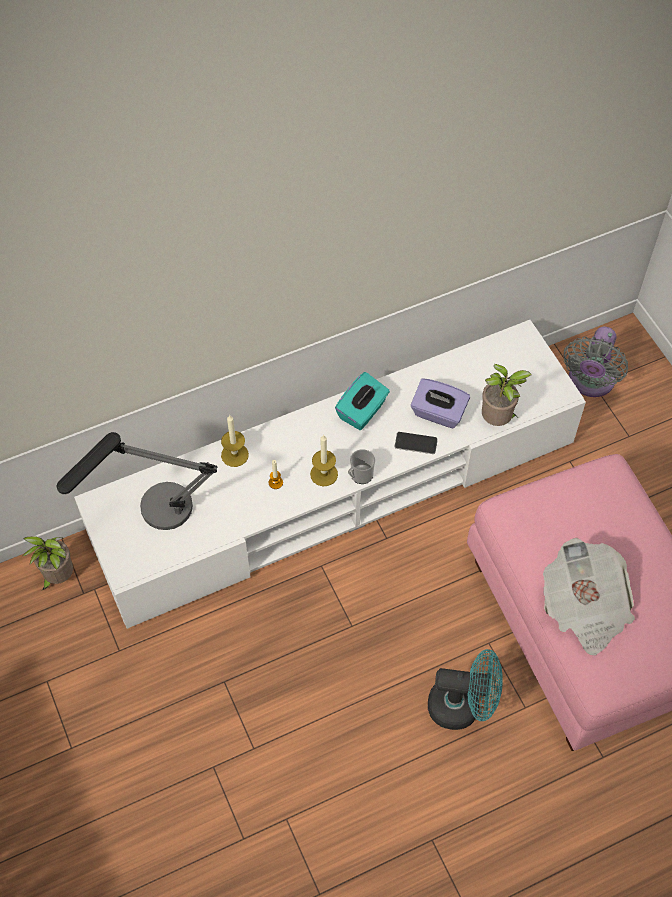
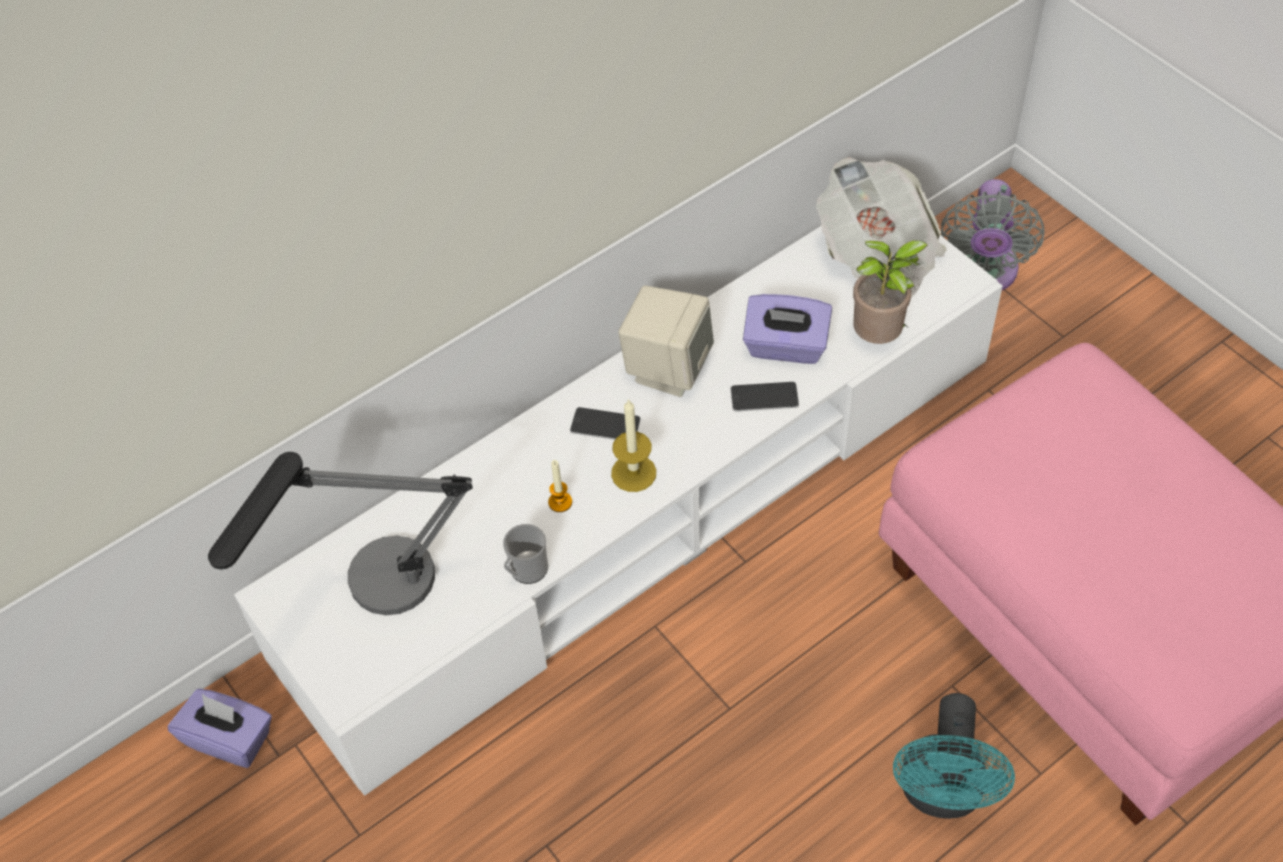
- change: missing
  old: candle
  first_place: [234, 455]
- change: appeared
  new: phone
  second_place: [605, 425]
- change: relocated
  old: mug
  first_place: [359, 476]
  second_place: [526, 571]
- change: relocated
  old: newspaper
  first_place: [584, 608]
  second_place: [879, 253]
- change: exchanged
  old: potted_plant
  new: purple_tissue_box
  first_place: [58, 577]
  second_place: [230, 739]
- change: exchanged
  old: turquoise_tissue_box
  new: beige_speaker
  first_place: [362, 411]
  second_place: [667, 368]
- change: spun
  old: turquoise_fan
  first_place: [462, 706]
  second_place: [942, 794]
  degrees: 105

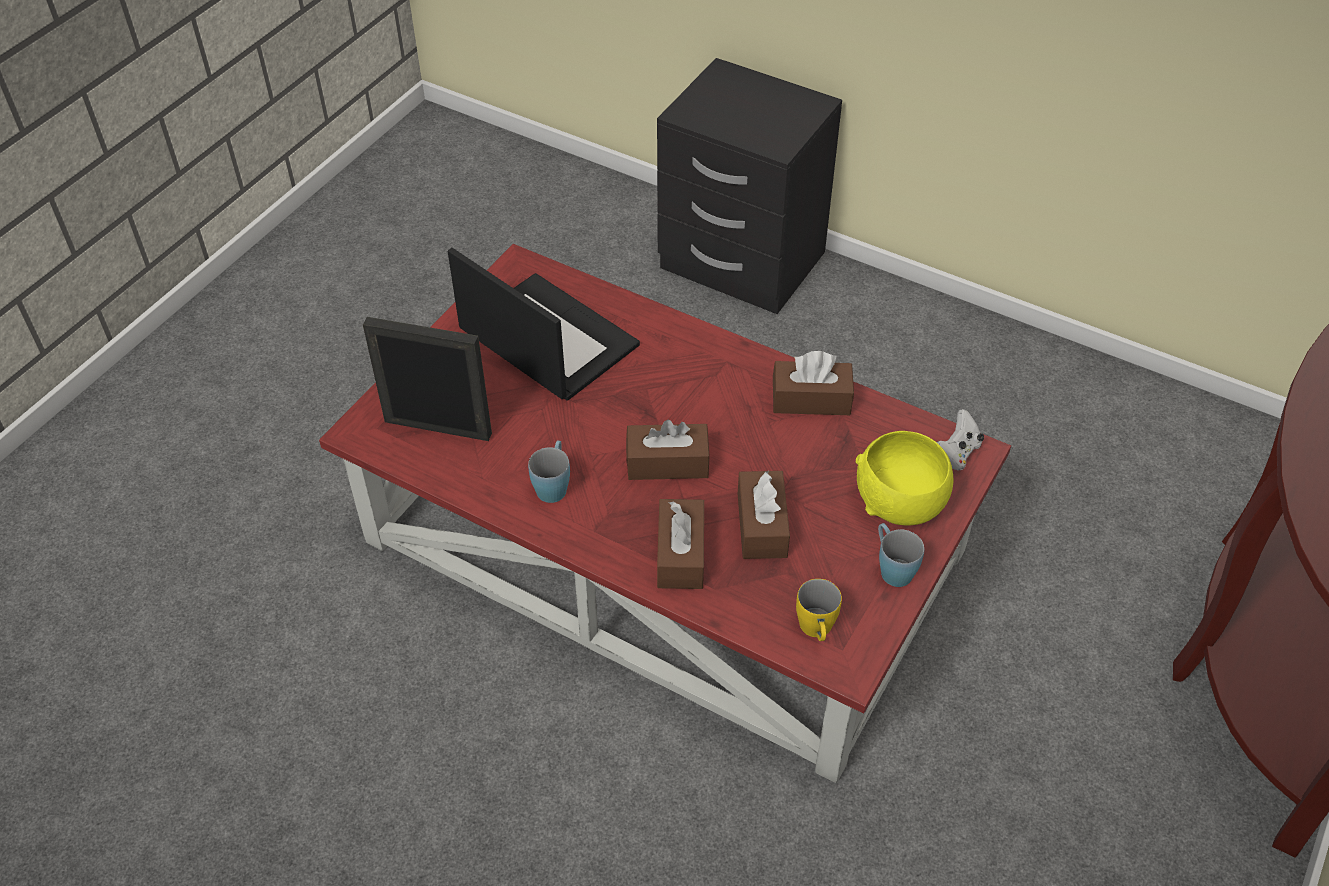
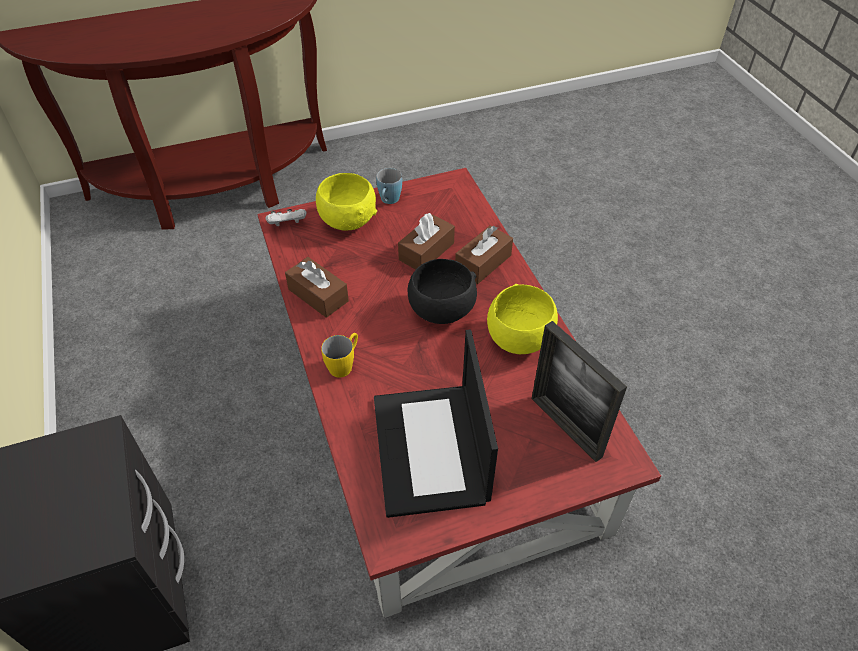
- change: relocated
  old: yellow_mug
  first_place: [816, 631]
  second_place: [344, 364]
- change: exchanged
  old: blue_mug
  new: yellow_bowl
  first_place: [553, 484]
  second_place: [519, 340]
- change: exchanged
  old: brown_tissue_box
  new: black_bowl
  first_place: [667, 463]
  second_place: [440, 311]

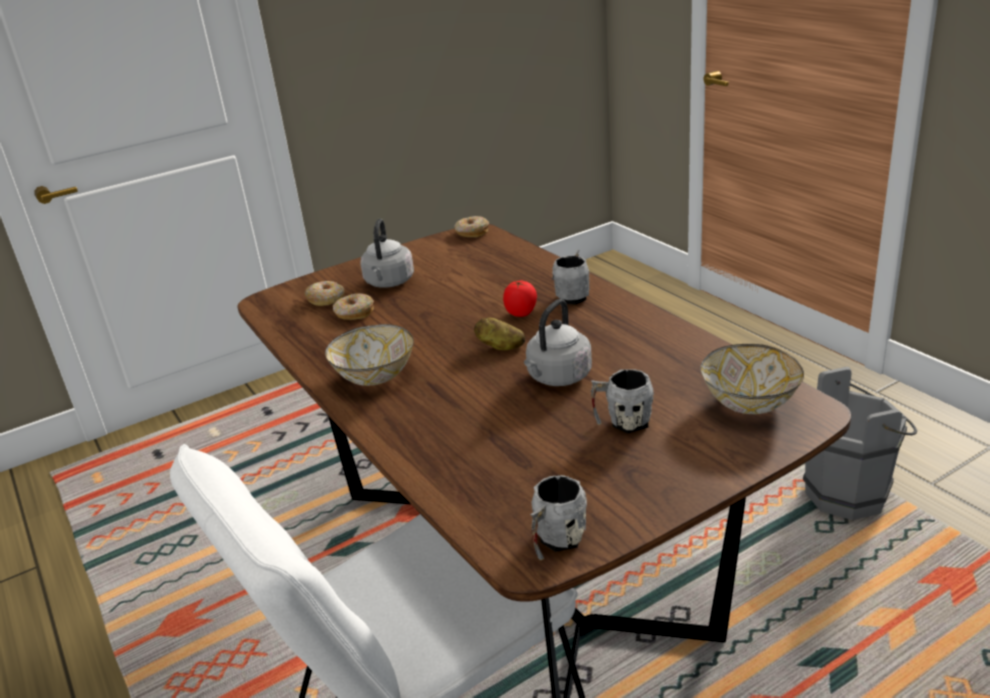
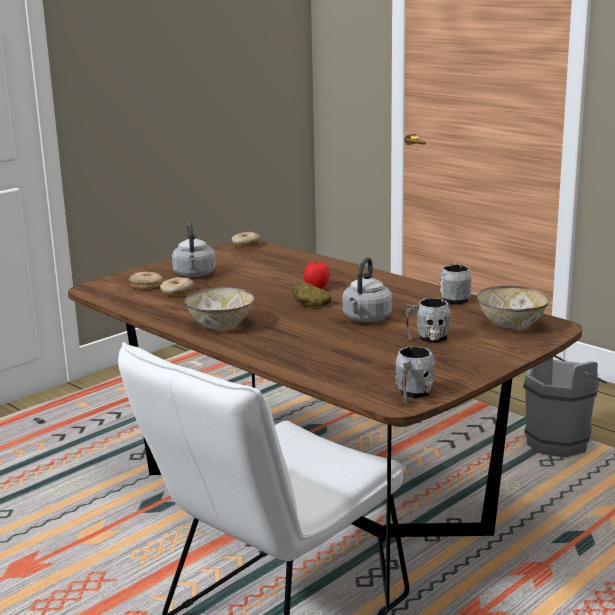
- change: relocated
  old: grey_mug
  first_place: [573, 295]
  second_place: [455, 299]

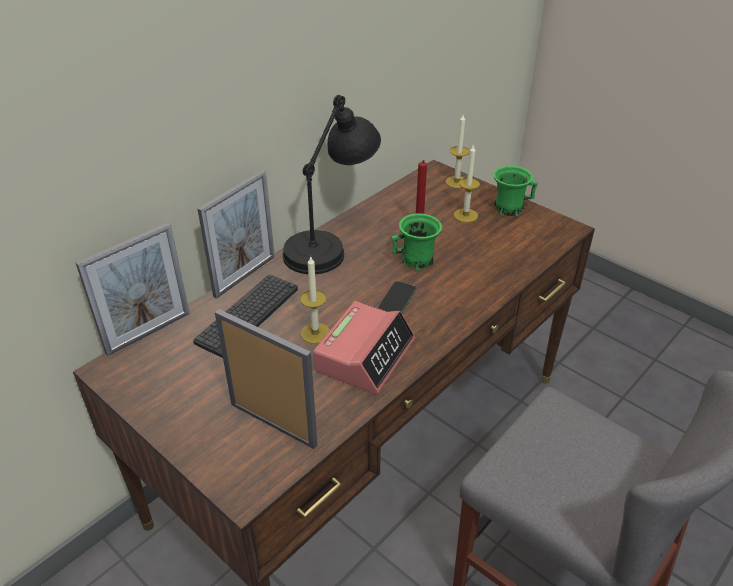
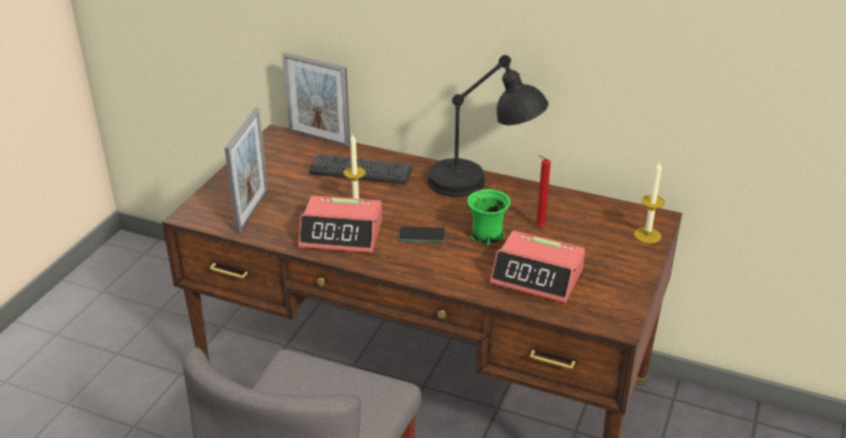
- change: missing
  old: picture_frame
  first_place: [245, 276]
- change: missing
  old: candle
  first_place: [465, 215]
- change: missing
  old: green_mug
  first_place: [508, 208]
- change: appeared
  new: alarm_clock
  second_place: [537, 276]

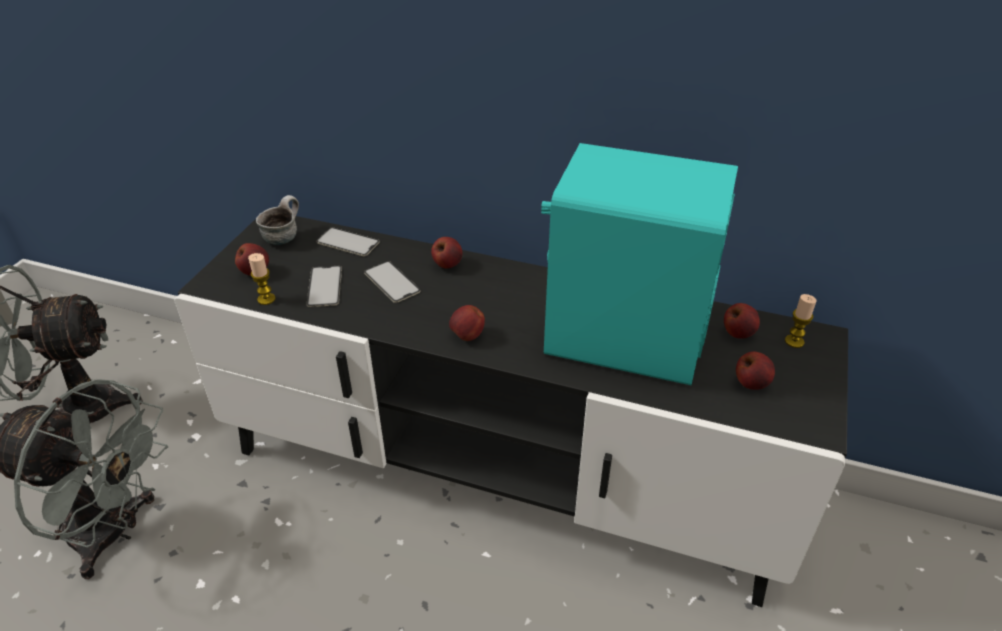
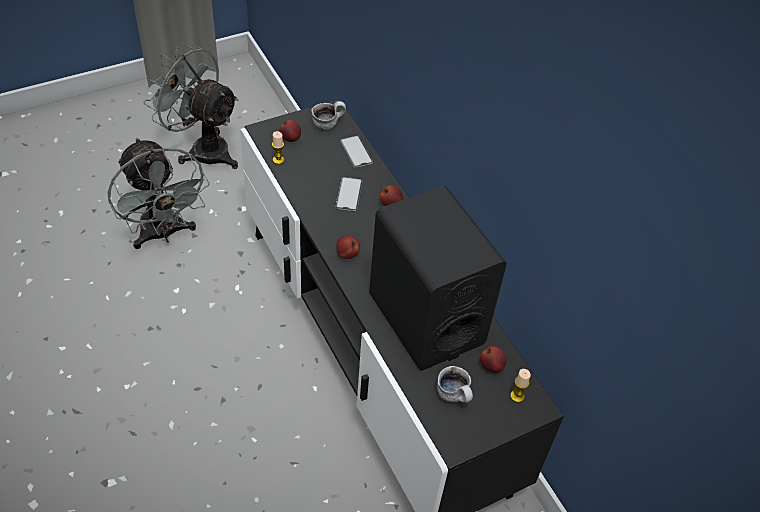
- change: missing
  old: phone
  first_place: [325, 286]
- change: exchanged
  old: apple
  new: mug
  first_place: [751, 383]
  second_place: [455, 396]
- change: colour
  old: turquoise_speaker
  new: black_speaker
  first_place: [624, 337]
  second_place: [425, 318]

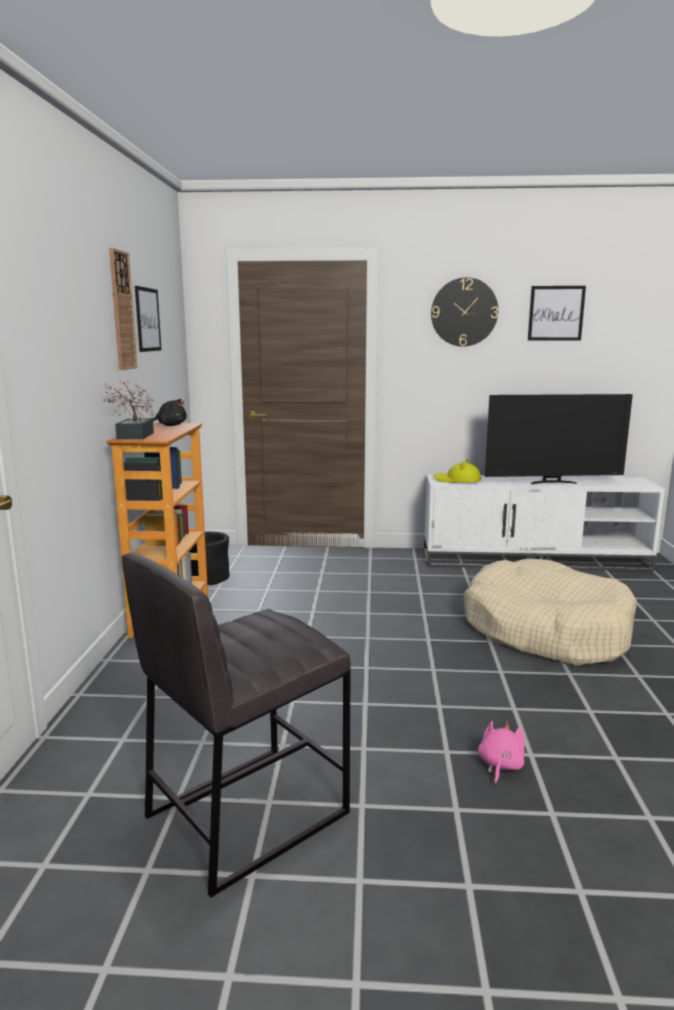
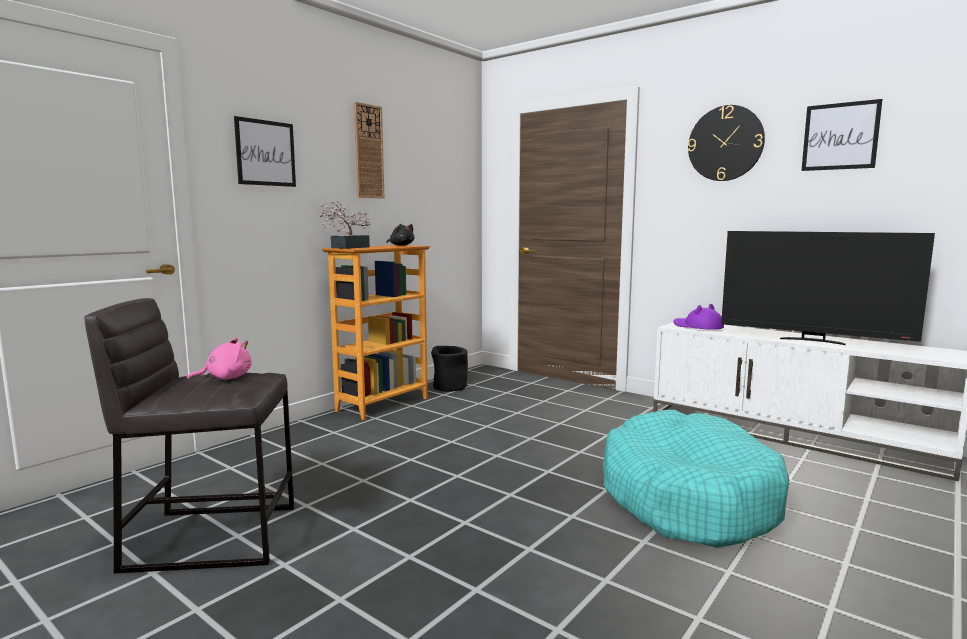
- change: relocated
  old: picture
  first_place: [147, 319]
  second_place: [265, 153]
- change: relocated
  old: pink_plush_toy
  first_place: [500, 765]
  second_place: [226, 378]
- change: colour
  old: yellow_hat
  new: purple_hat
  first_place: [457, 480]
  second_place: [697, 327]
- change: colour
  old: beige_dog_bed
  new: turquoise_dog_bed
  first_place: [545, 630]
  second_place: [686, 497]

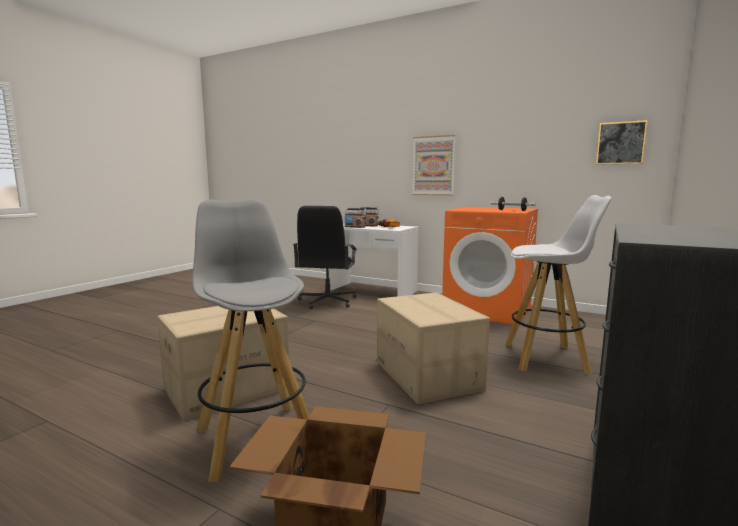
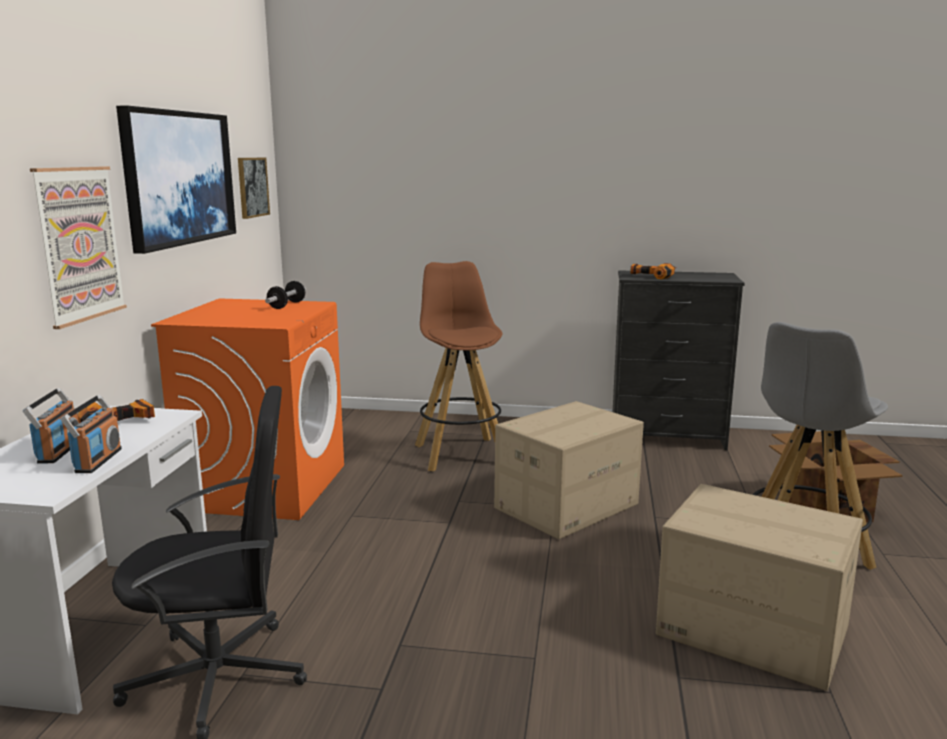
- change: appeared
  new: picture
  second_place: [179, 178]
- change: appeared
  new: power_drill
  second_place: [653, 276]
- change: colour
  old: white_stool
  new: brown_stool
  first_place: [546, 358]
  second_place: [460, 454]

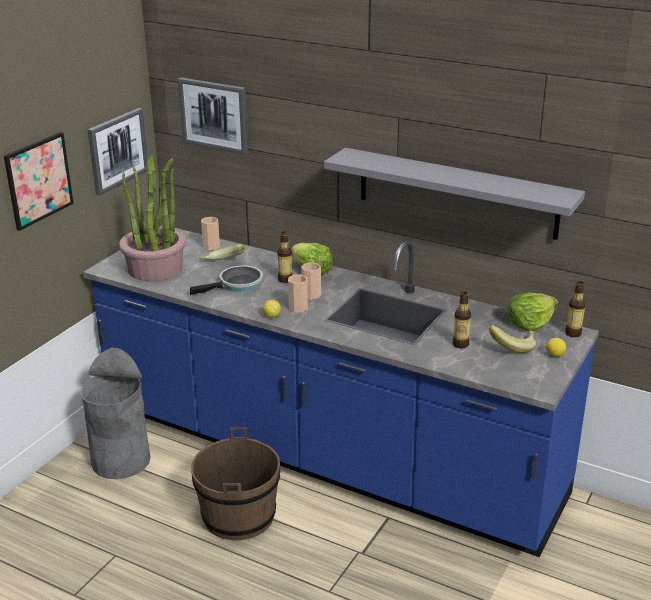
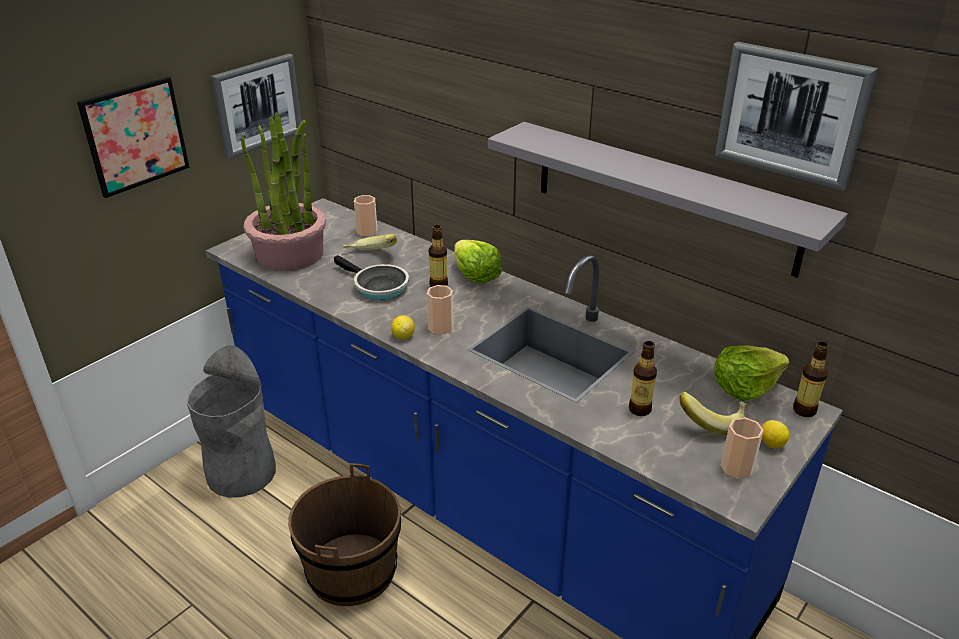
- change: relocated
  old: picture
  first_place: [214, 115]
  second_place: [791, 114]
- change: relocated
  old: cup
  first_place: [311, 295]
  second_place: [736, 468]
- change: spun
  old: frying_pan
  first_place: [237, 285]
  second_place: [377, 287]
  degrees: 60

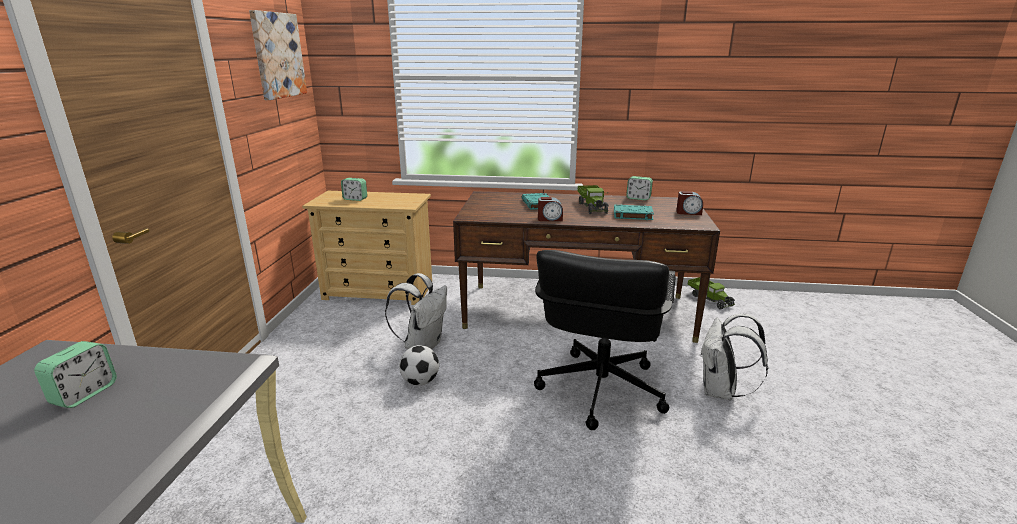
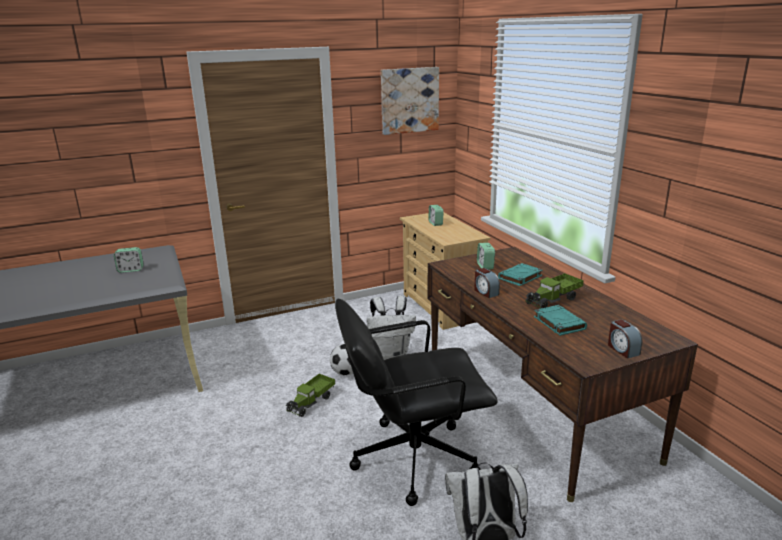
- change: relocated
  old: alarm_clock
  first_place: [638, 198]
  second_place: [485, 266]
- change: relocated
  old: toy_truck
  first_place: [709, 299]
  second_place: [311, 402]

